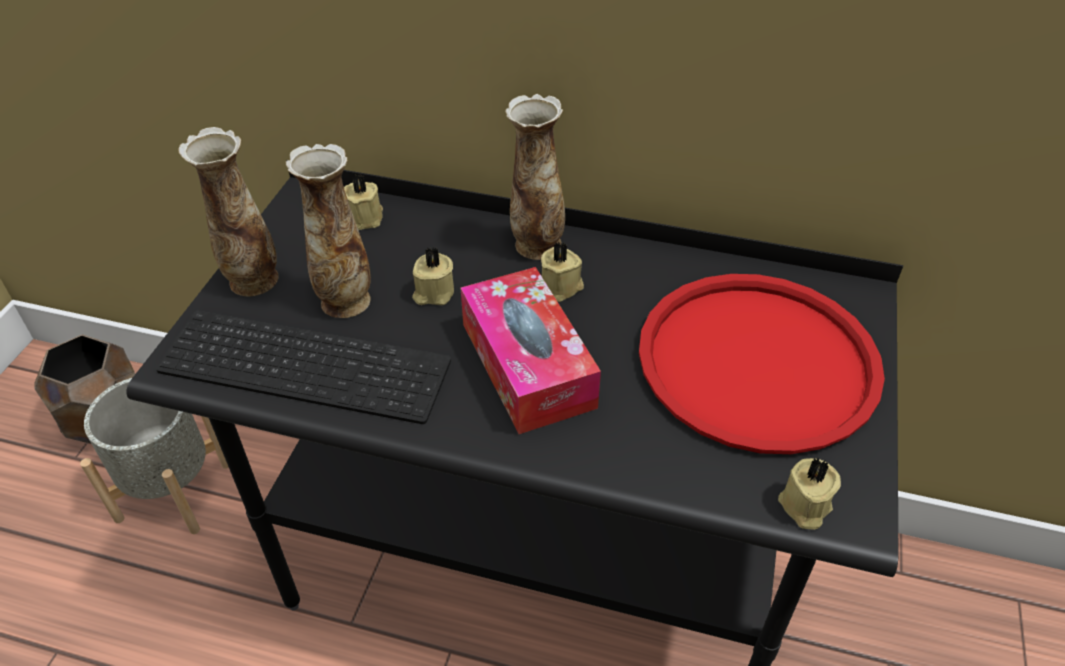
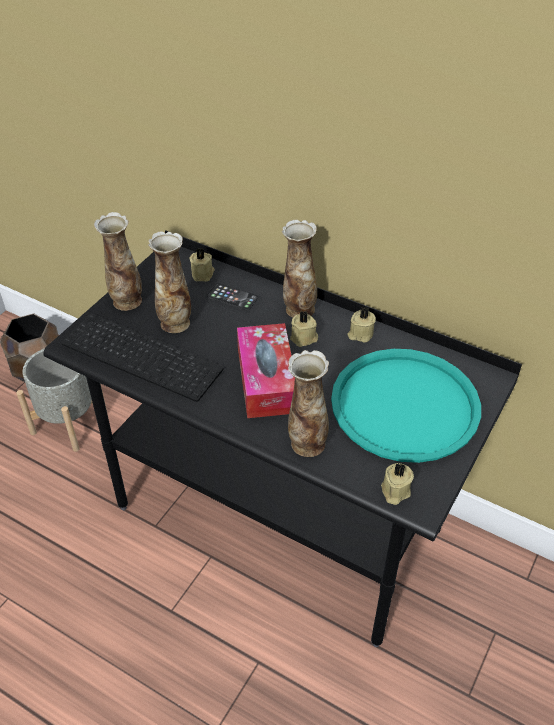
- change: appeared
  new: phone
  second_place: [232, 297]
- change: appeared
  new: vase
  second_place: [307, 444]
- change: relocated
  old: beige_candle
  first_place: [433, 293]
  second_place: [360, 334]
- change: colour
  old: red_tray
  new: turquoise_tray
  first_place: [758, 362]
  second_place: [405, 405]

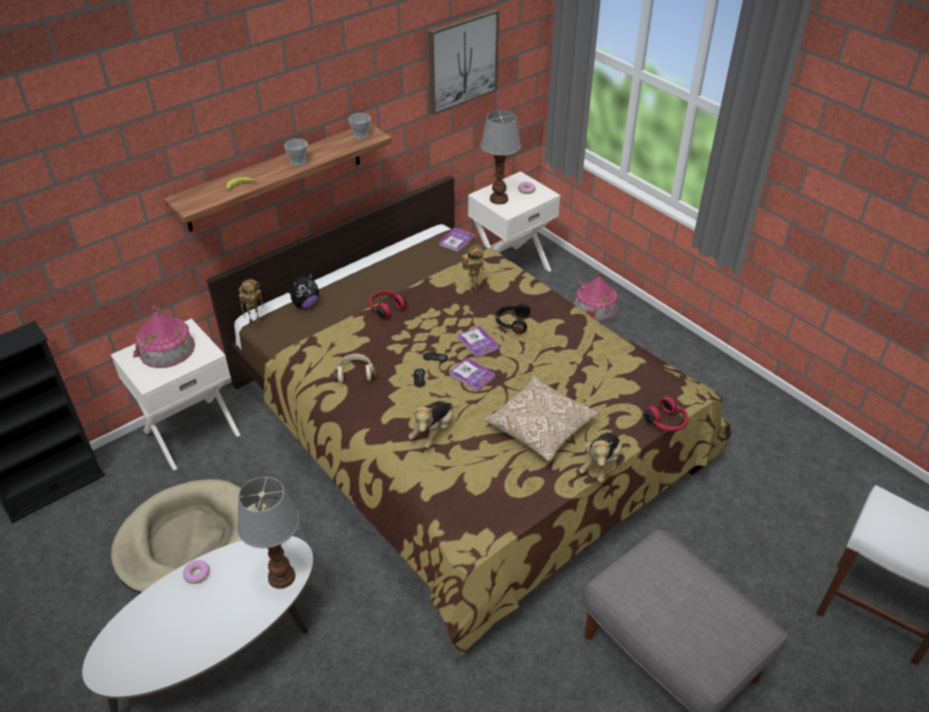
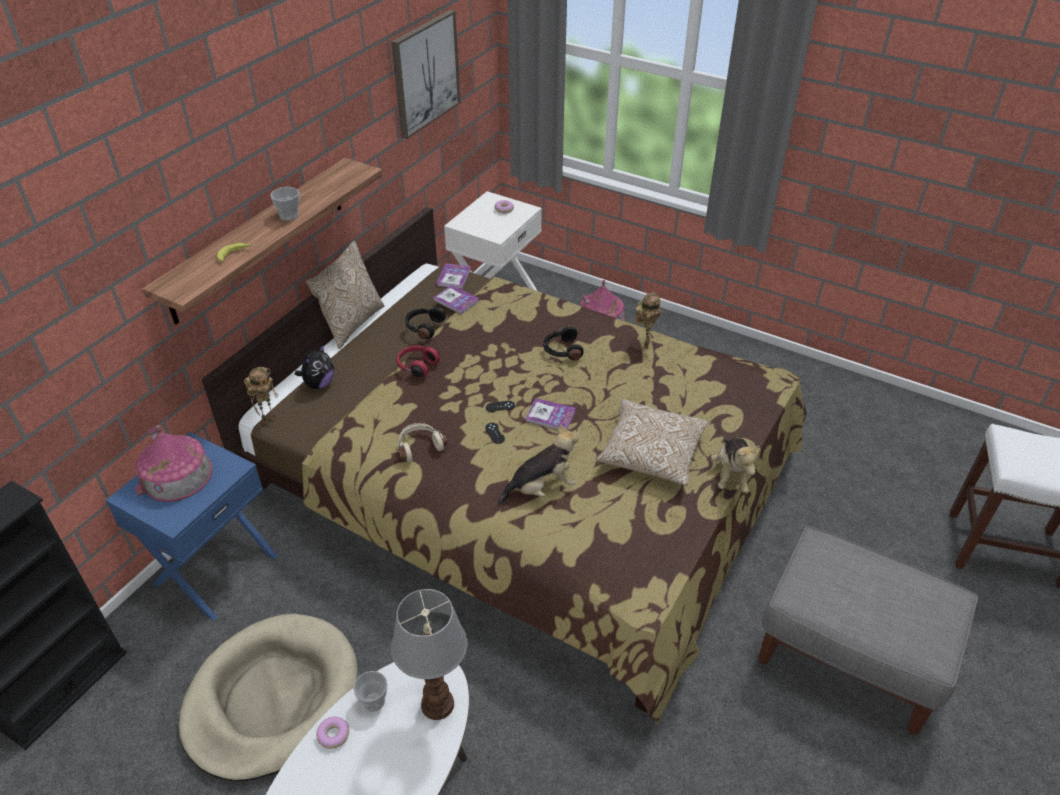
- change: missing
  old: table_lamp
  first_place: [499, 199]
- change: missing
  old: red_headphones
  first_place: [666, 422]
- change: appeared
  new: pillow
  second_place: [351, 323]
- change: appeared
  new: black_headphones
  second_place: [423, 327]
- change: relocated
  old: cup
  first_place: [361, 136]
  second_place: [373, 701]
- change: relocated
  old: book
  first_place: [478, 343]
  second_place: [456, 301]
- change: relocated
  old: toy_robot
  first_place: [473, 289]
  second_place: [645, 344]
- change: colour
  old: white_nightstand
  new: blue_nightstand
  first_place: [191, 432]
  second_place: [214, 568]
- change: spun
  old: plush_toy
  first_place: [433, 432]
  second_place: [541, 488]
  degrees: -120

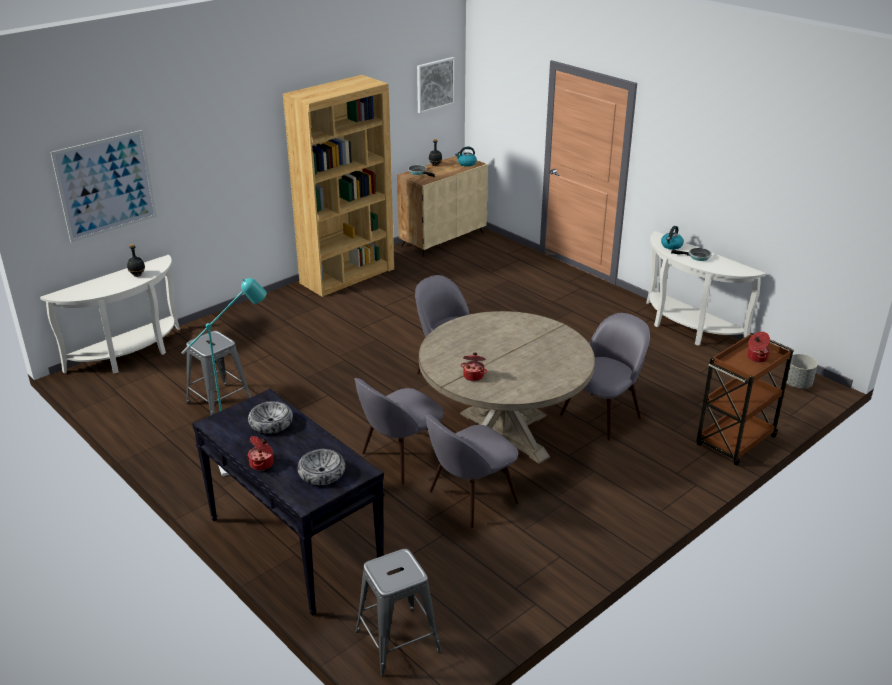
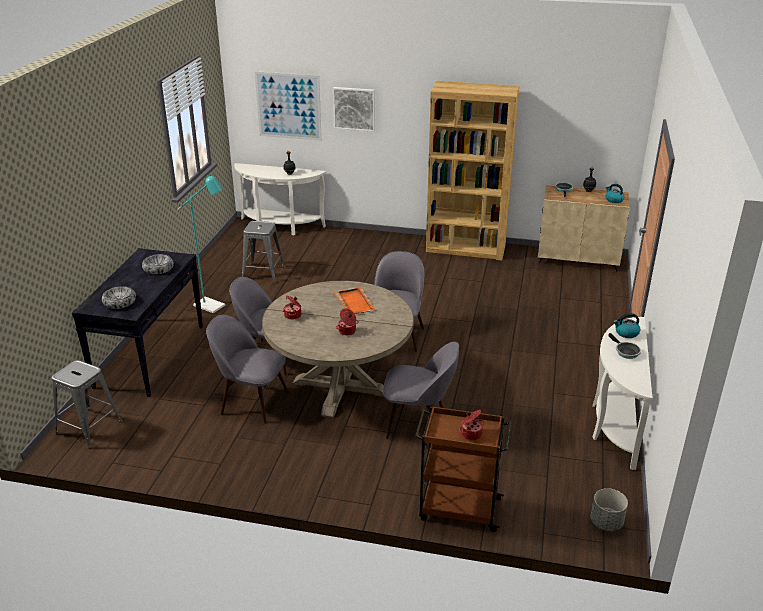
- change: appeared
  new: orange_tray
  second_place: [354, 302]
- change: relocated
  old: cooking_pot
  first_place: [262, 464]
  second_place: [347, 331]
- change: relocated
  old: picture
  first_place: [435, 84]
  second_place: [354, 109]

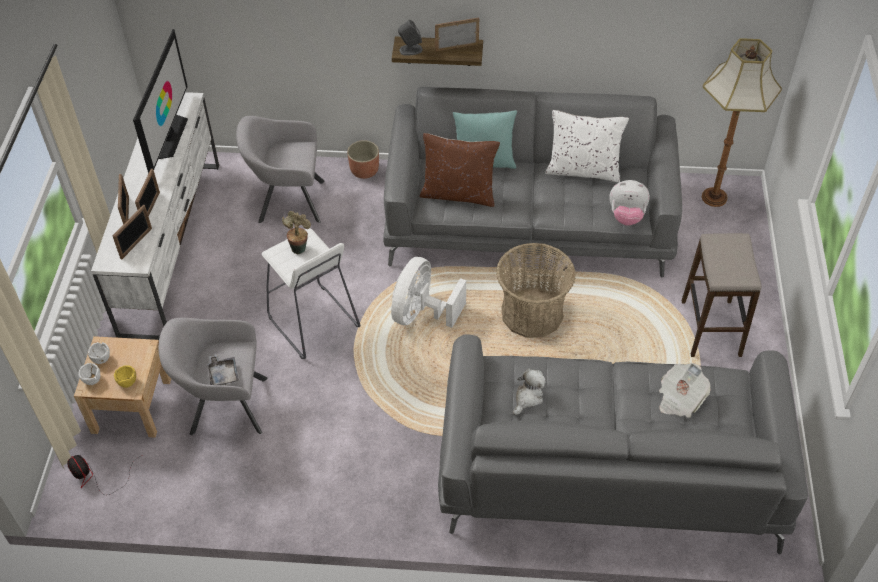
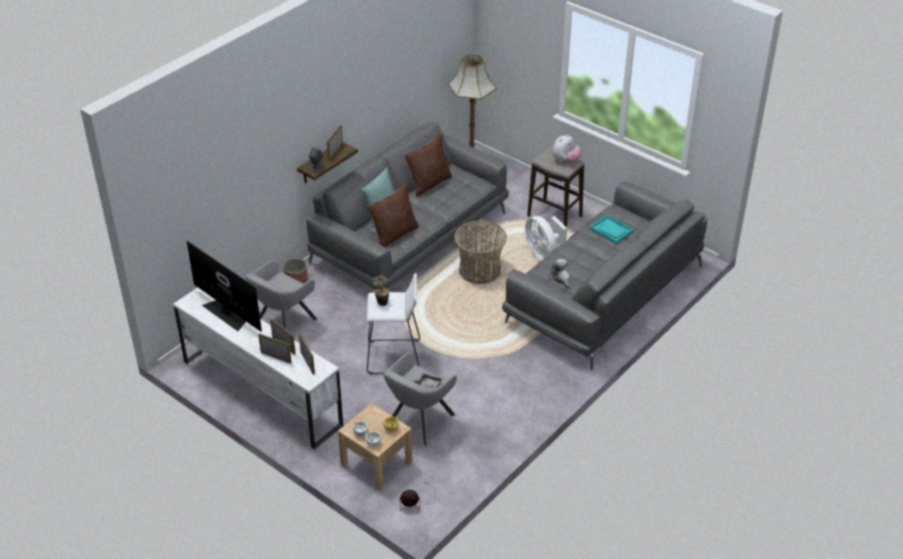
- change: relocated
  old: white_fan
  first_place: [422, 313]
  second_place: [543, 253]
- change: relocated
  old: plush_toy
  first_place: [626, 216]
  second_place: [565, 160]
- change: exchanged
  old: newspaper
  new: turquoise_tray
  first_place: [680, 398]
  second_place: [611, 230]
- change: colour
  old: white_pillow
  new: brown_pillow
  first_place: [583, 170]
  second_place: [429, 183]

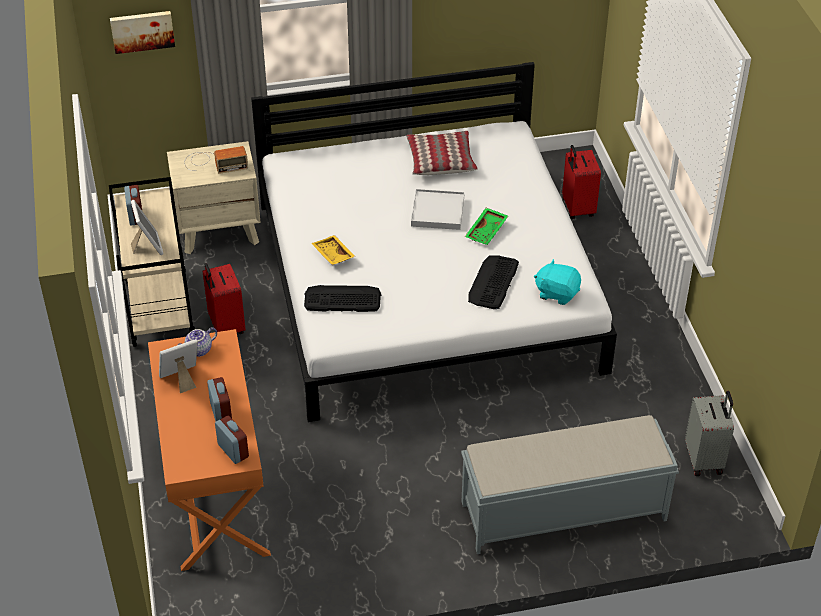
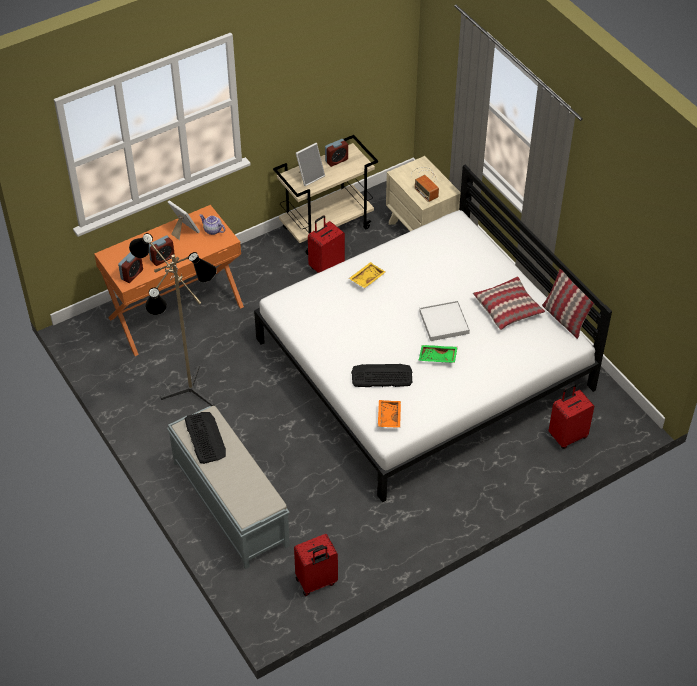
- change: missing
  old: picture
  first_place: [142, 31]
- change: appeared
  new: floor_lamp
  second_place: [187, 395]
- change: appeared
  new: pillow
  second_place: [565, 319]
- change: relocated
  old: keyboard
  first_place: [342, 299]
  second_place: [205, 437]
- change: exchanged
  old: turquoise_plush_toy
  new: orange_tray
  first_place: [557, 293]
  second_place: [388, 417]
- change: colour
  old: grey_suitcase
  new: red_suitcase
  first_place: [705, 459]
  second_place: [316, 582]

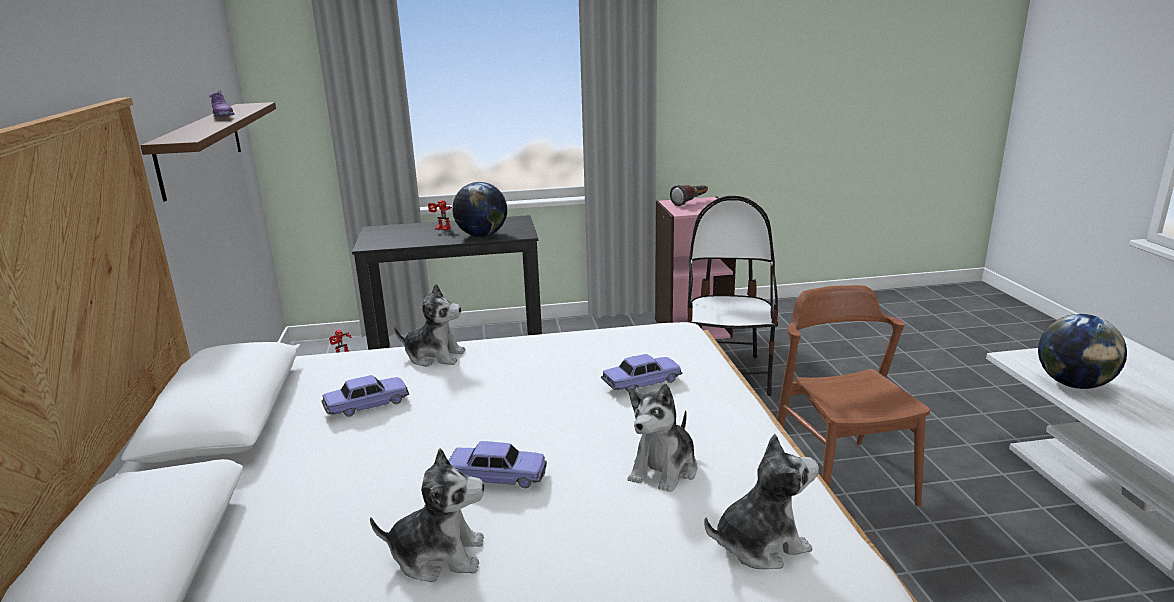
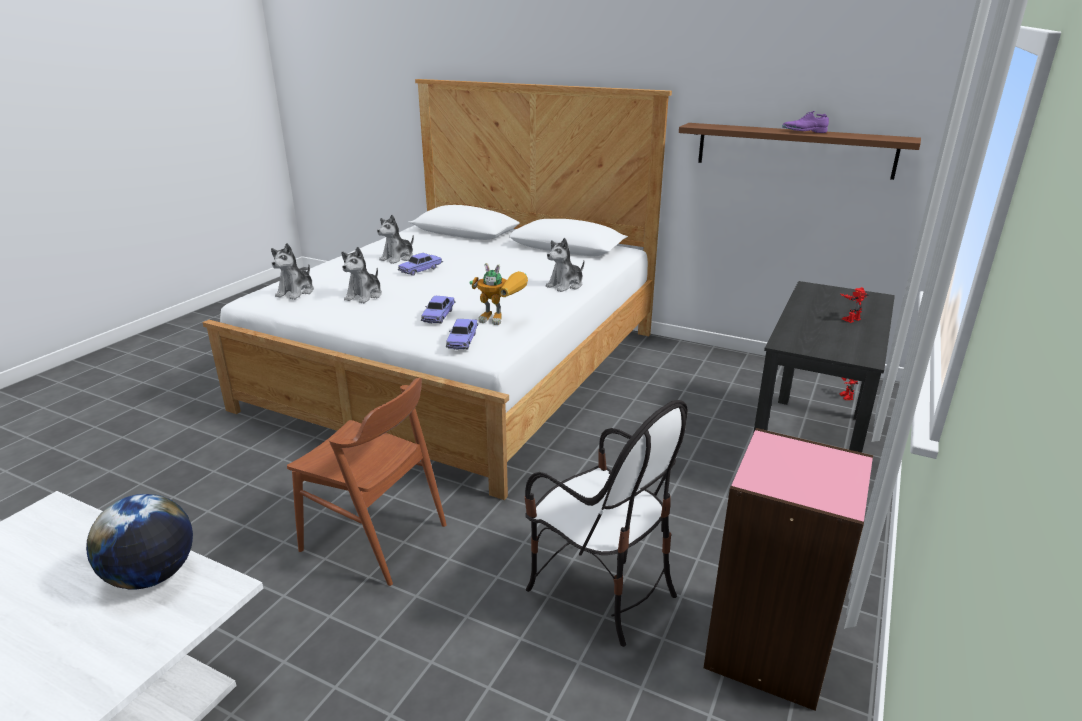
- change: missing
  old: globe
  first_place: [481, 235]
- change: missing
  old: flashlight
  first_place: [691, 202]
- change: appeared
  new: toy_robot
  second_place: [502, 320]
- change: relocated
  old: toy_car
  first_place: [367, 405]
  second_place: [462, 340]
- change: spun
  old: plush_toy
  first_place: [664, 470]
  second_place: [364, 296]
  degrees: -135

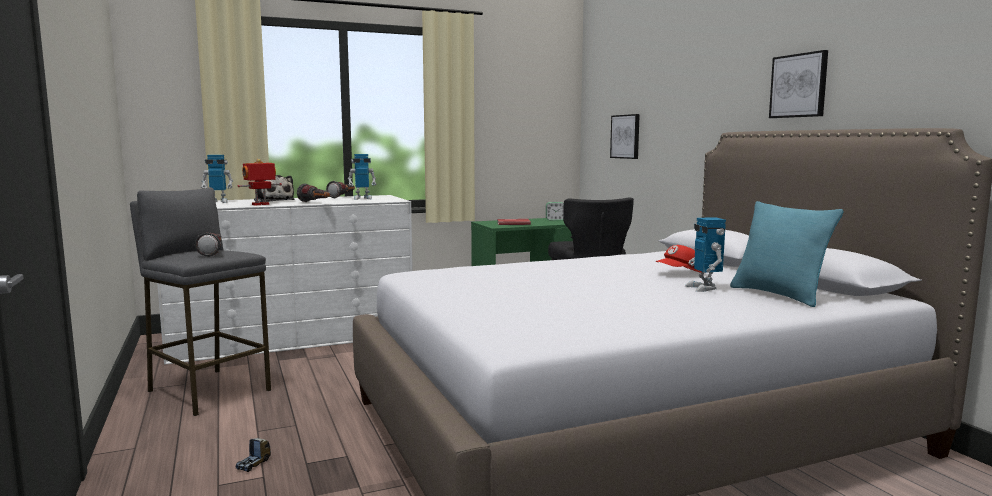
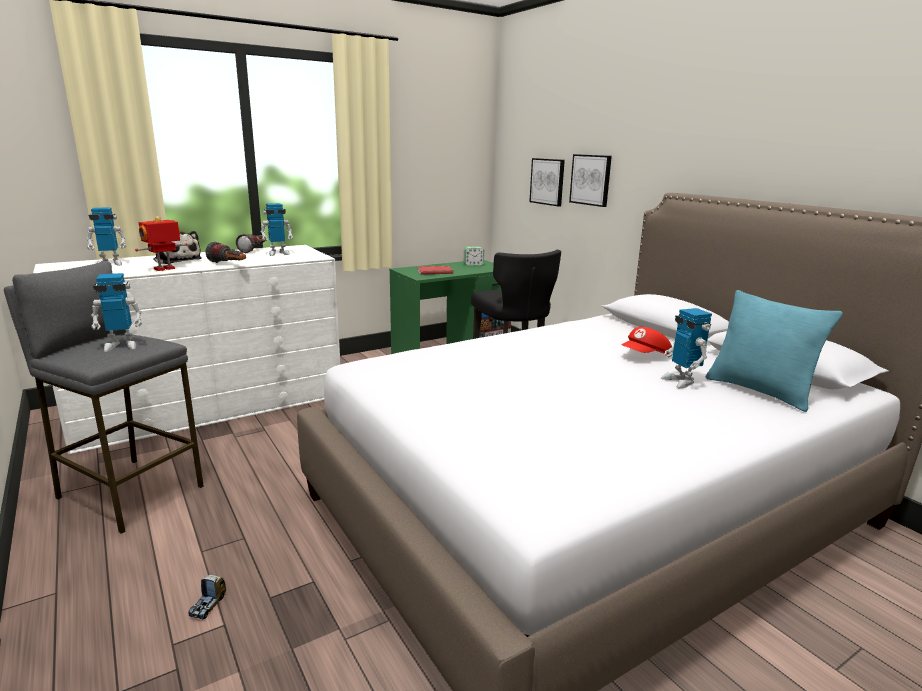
- change: relocated
  old: picture
  first_place: [799, 86]
  second_place: [591, 180]
- change: exchanged
  old: flashlight
  new: toy_robot
  first_place: [213, 253]
  second_place: [121, 345]

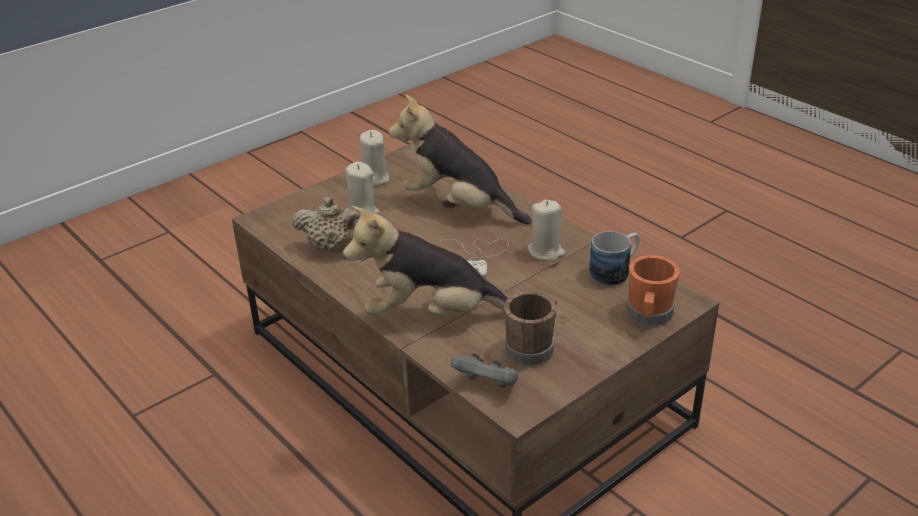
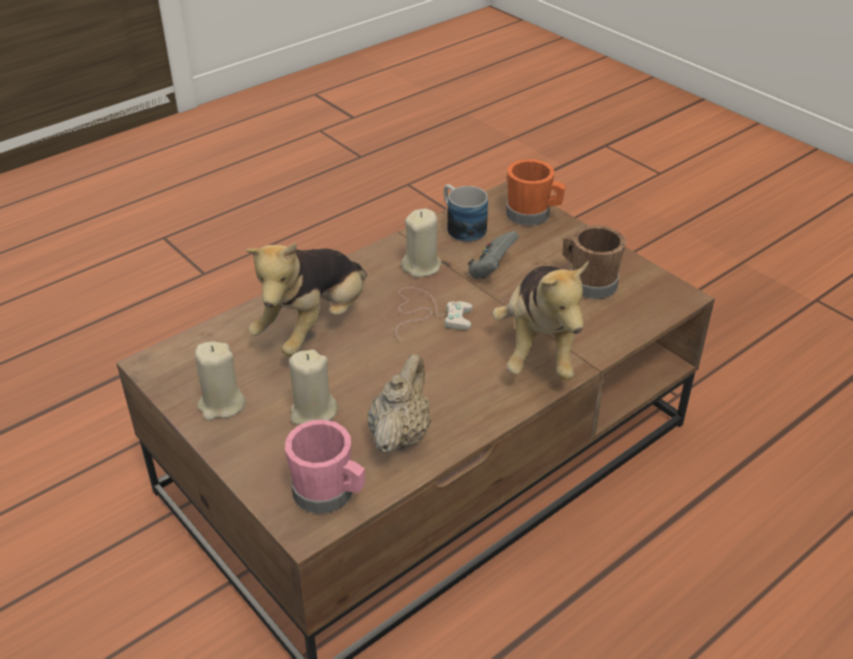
- change: appeared
  new: pink_mug
  second_place: [329, 494]
- change: relocated
  old: grey_game_controller
  first_place: [487, 385]
  second_place: [491, 270]

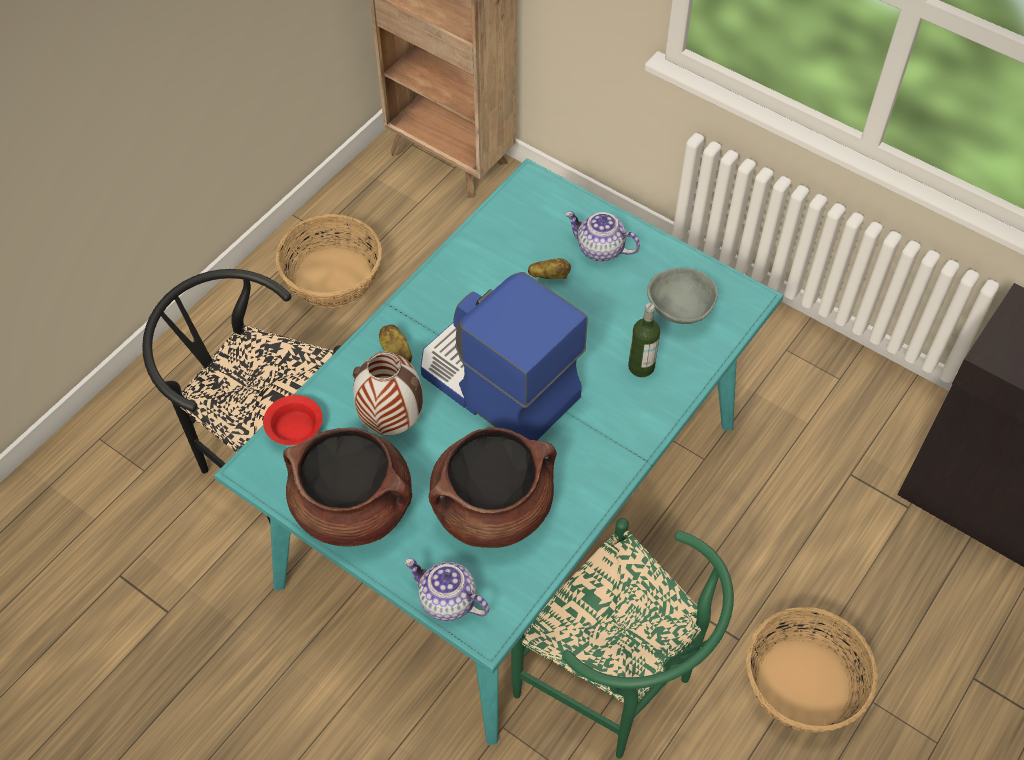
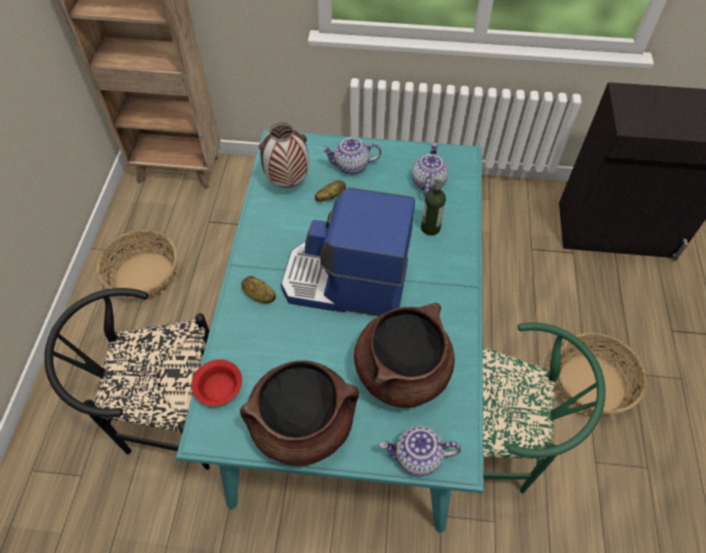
- change: relocated
  old: vase
  first_place: [391, 424]
  second_place: [287, 184]
- change: exchanged
  old: grey_bowl
  new: teapot
  first_place: [679, 310]
  second_place: [427, 182]

